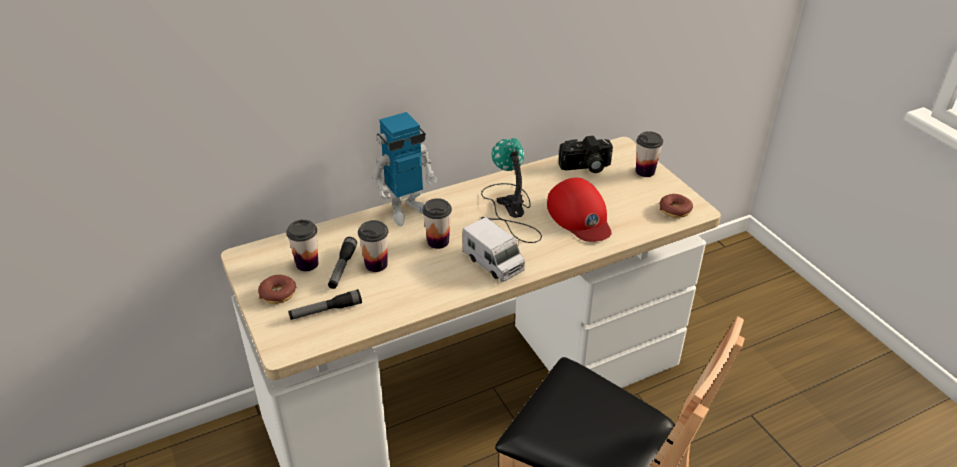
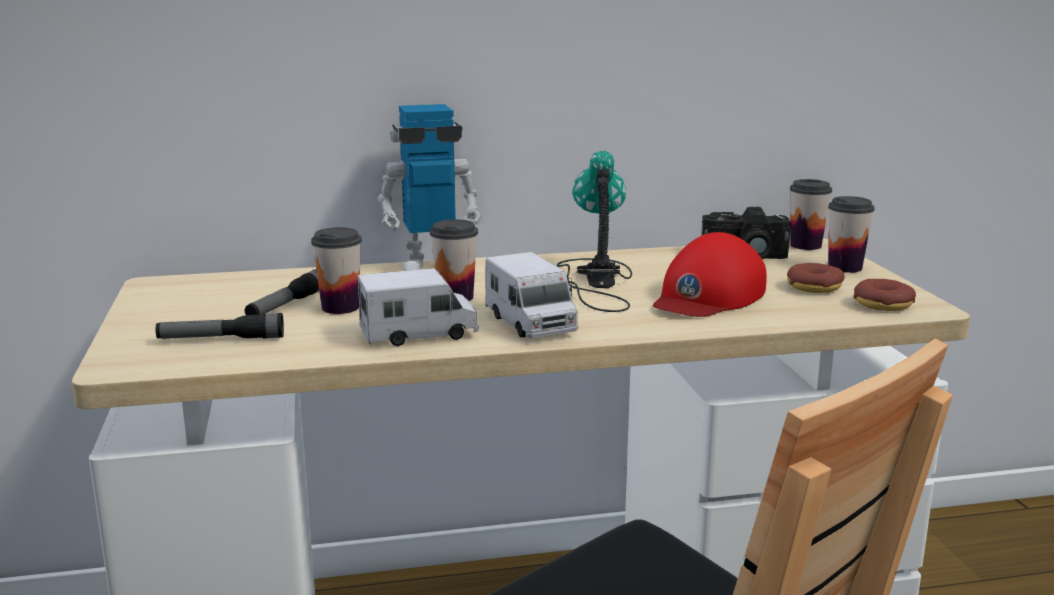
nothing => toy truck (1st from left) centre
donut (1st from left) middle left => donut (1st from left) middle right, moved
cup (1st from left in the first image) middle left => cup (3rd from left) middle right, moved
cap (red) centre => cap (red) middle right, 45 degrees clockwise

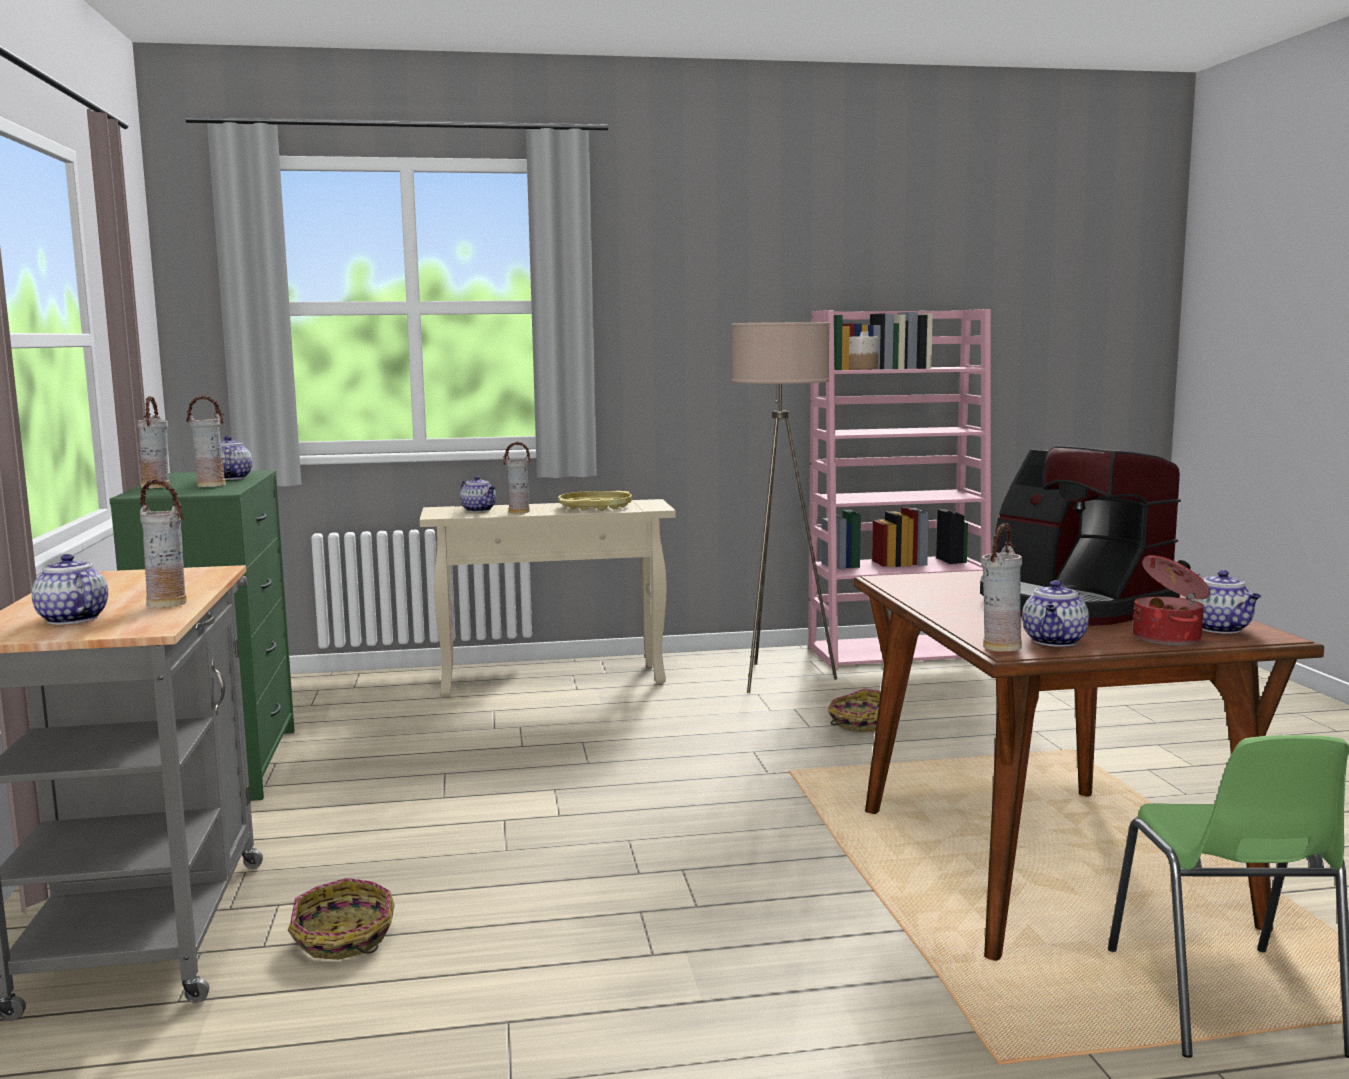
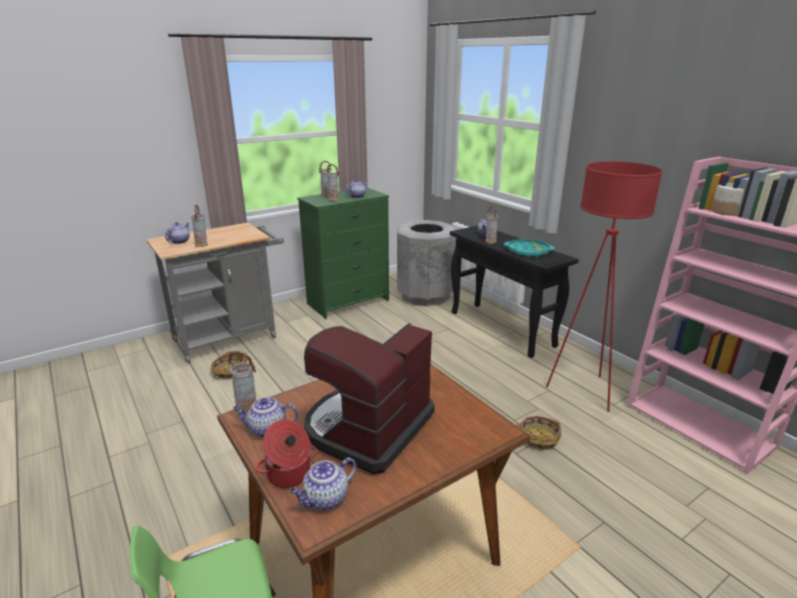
nothing => trash can (grey) centre
console table (beige) centre => console table (black) centre
tray (yellow) centre => tray (turquoise) centre
floor lamp (beige) centre => floor lamp (red) middle right

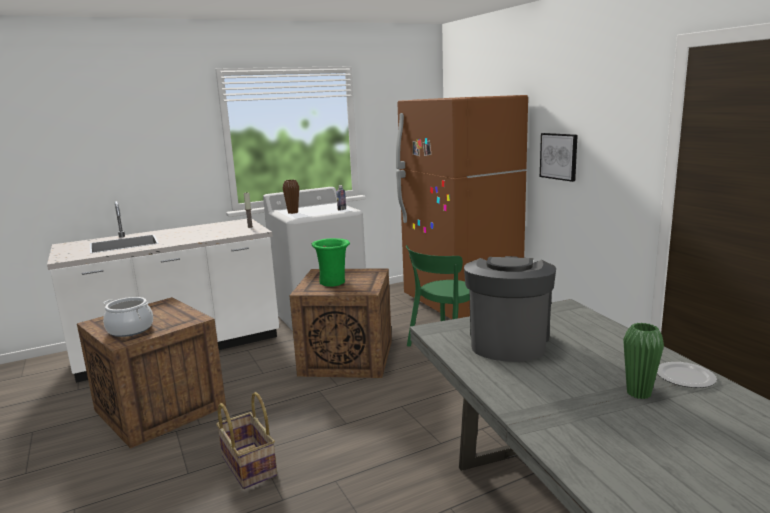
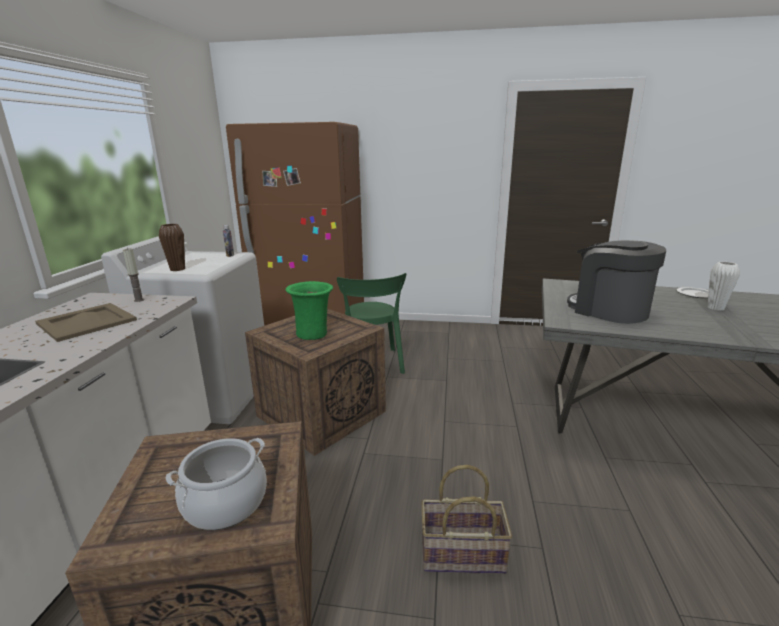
picture top right => nothing
nothing => tray (beige) middle left
vase (green) (2nd from left) bottom right => vase (white) middle right

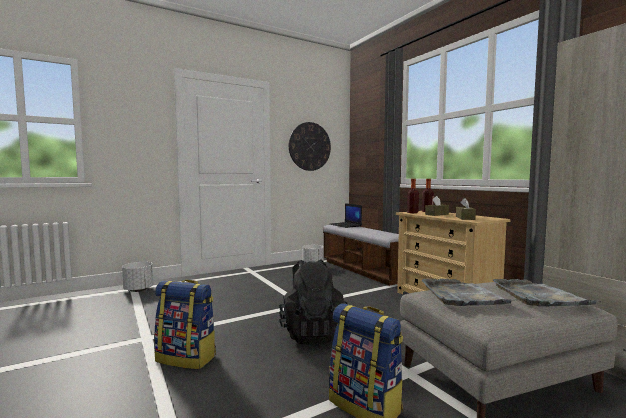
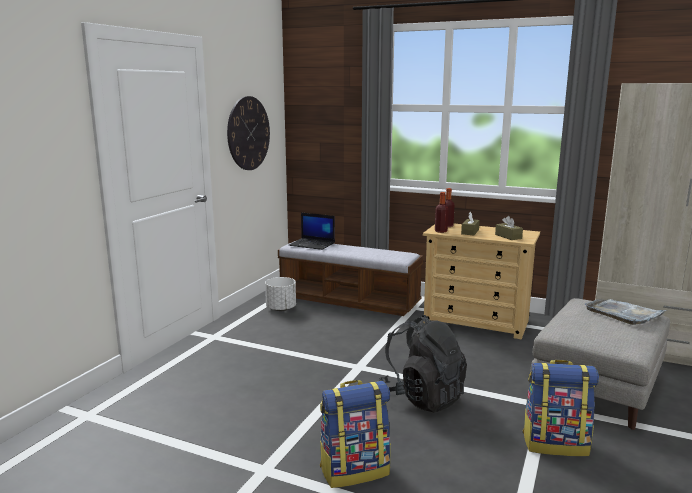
planter (white) (1st from left) middle left => nothing
tray (grey) (1st from left) bottom right => nothing

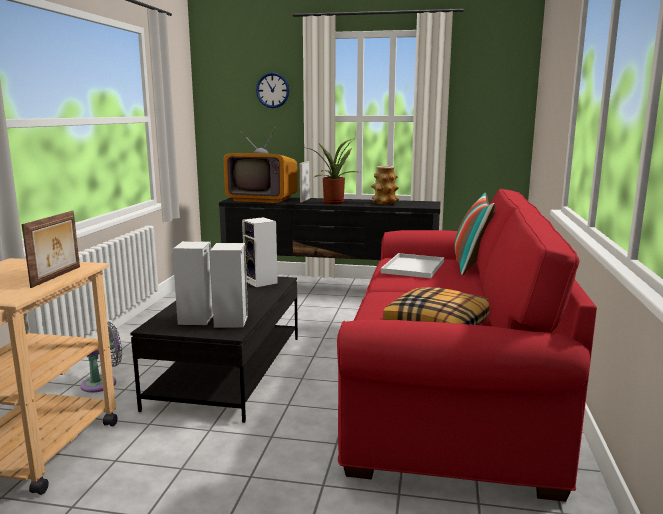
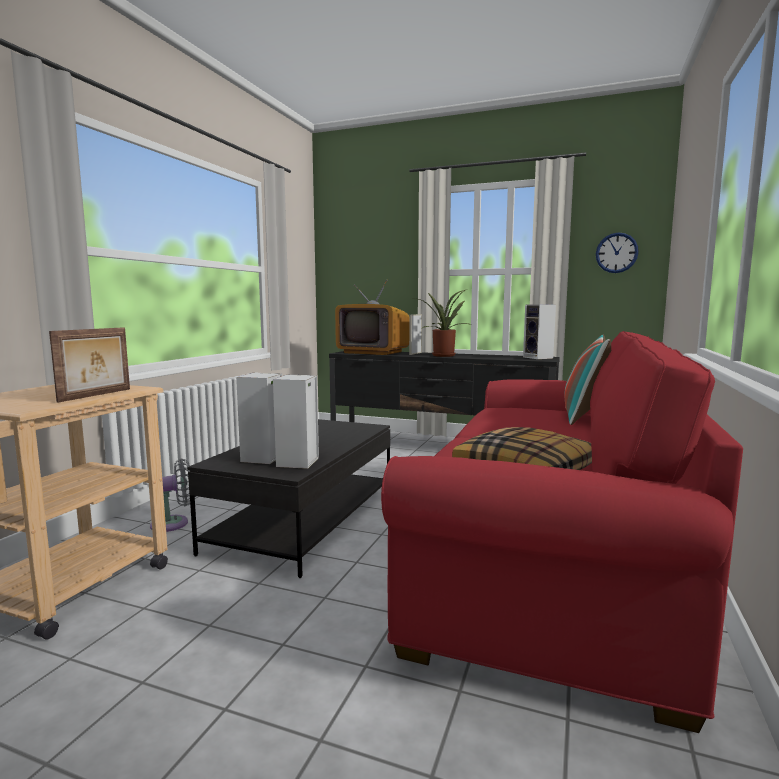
vase centre => nothing
tray (white) centre => nothing
speaker (3rd from left) centre => speaker (3rd from left) middle right, moved
wall clock top centre => wall clock top right, moved

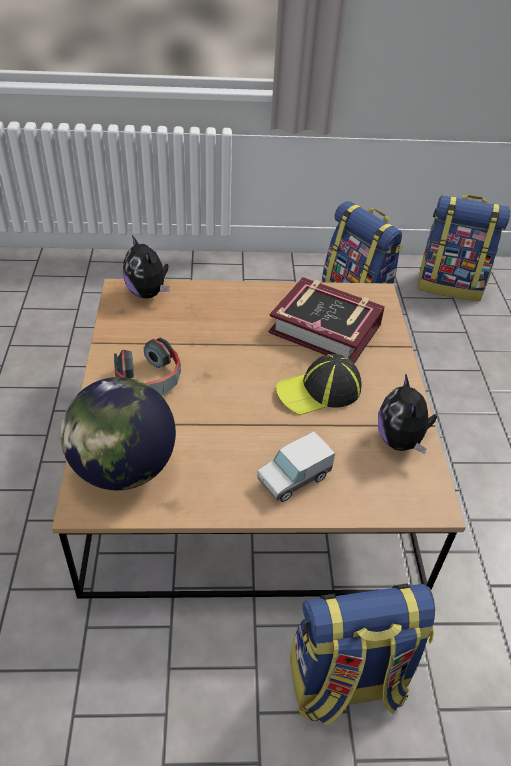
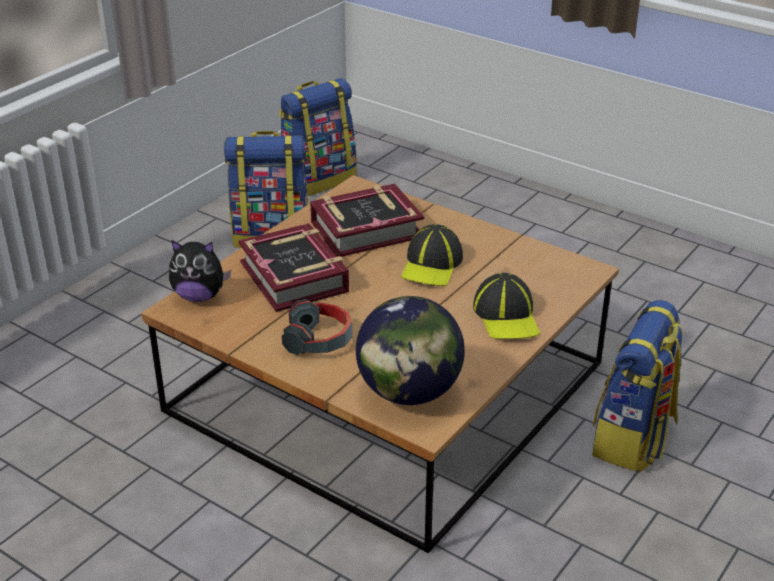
plush toy (2nd from left) middle right => nothing
nothing => book (1st from left) centre
toy truck centre => cap (2nd from left) centre

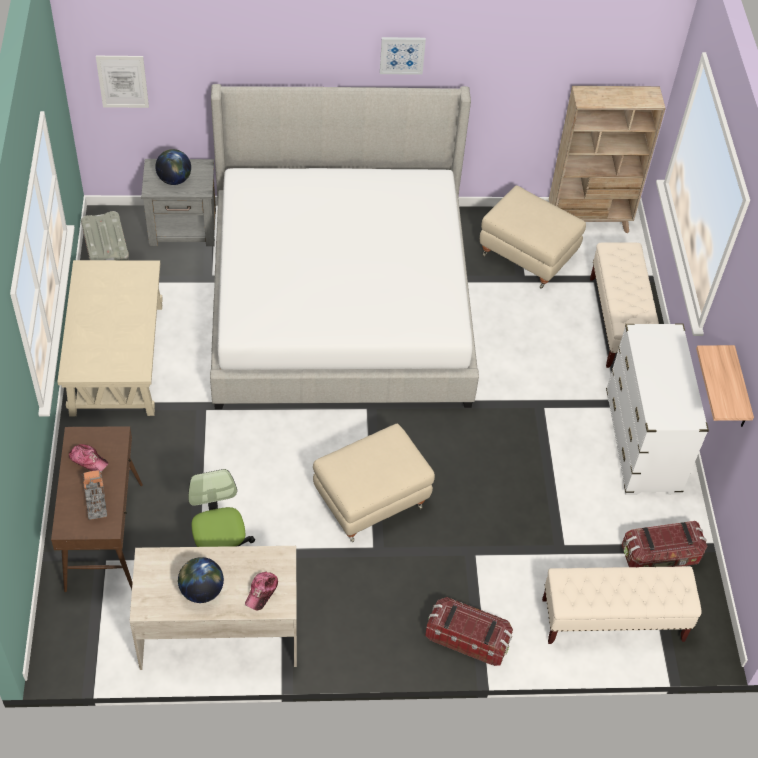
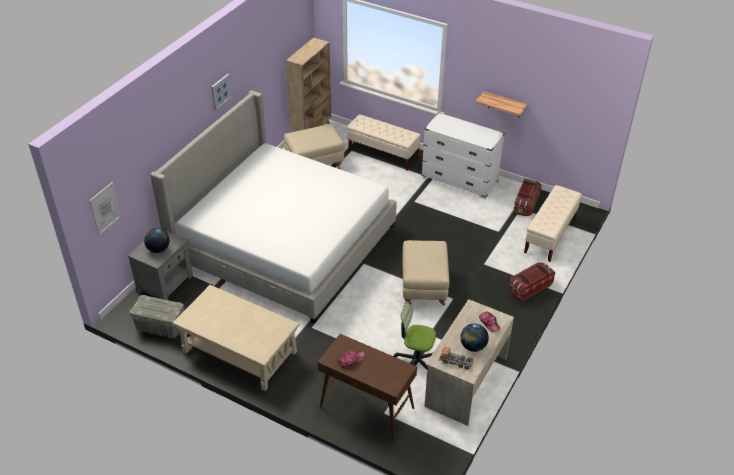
toy truck middle left => toy truck bottom centre, moved

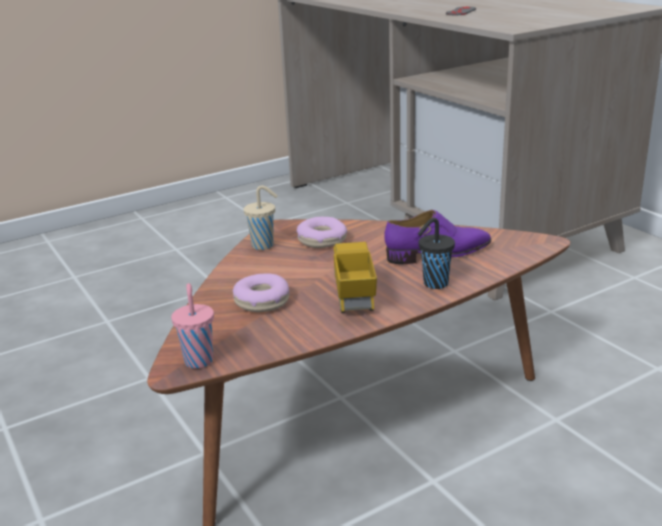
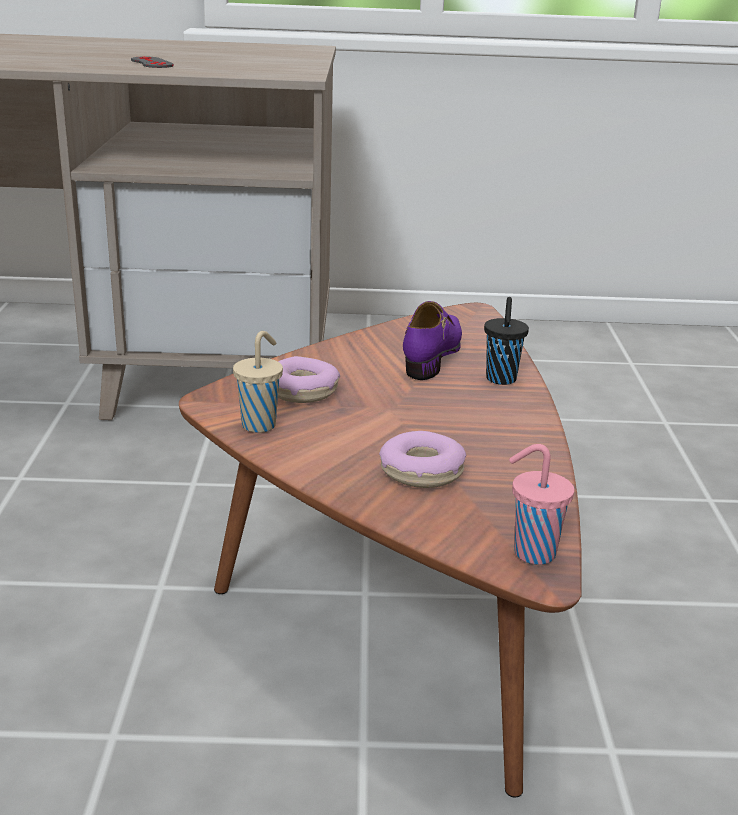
toy truck centre => nothing

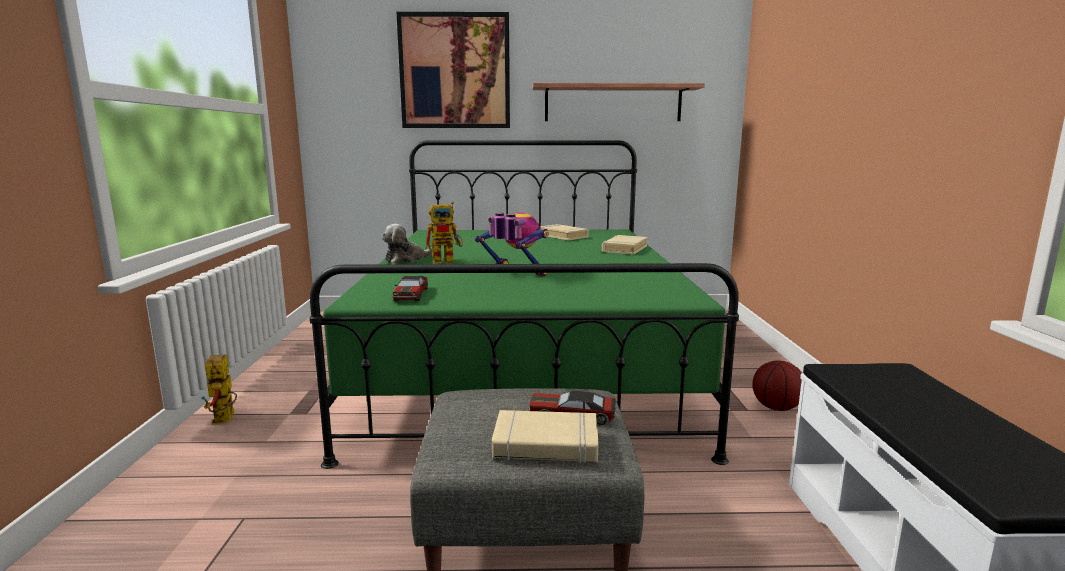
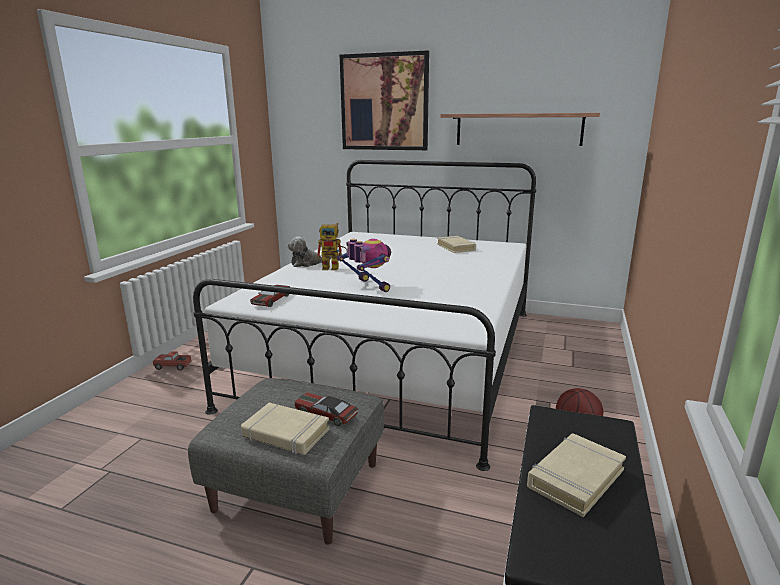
book (beige) (3rd from left) centre => book (beige) (3rd from left) bottom right, moved
toy robot (1st from left) bottom left => toy truck middle left
bed (green) centre => bed (white) centre

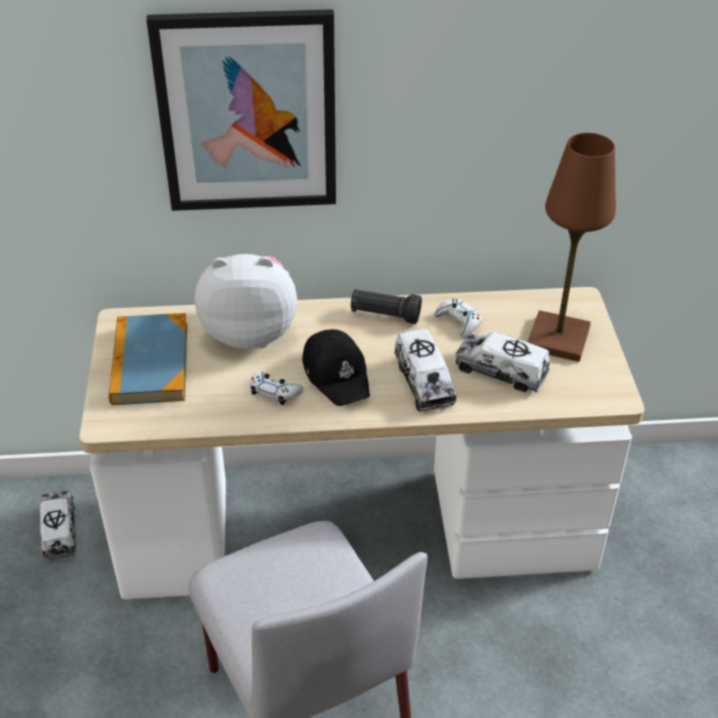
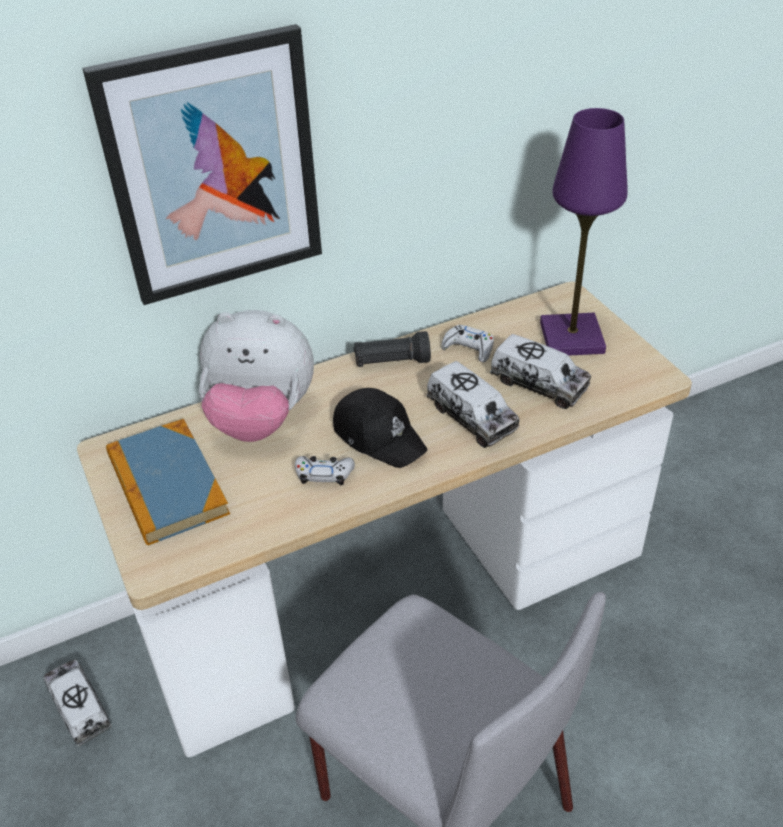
table lamp (brown) middle right => table lamp (purple) top right
plush toy centre => plush toy middle left, 150 degrees counterclockwise
toy truck (3rd from left) middle right, 150 degrees counterclockwise

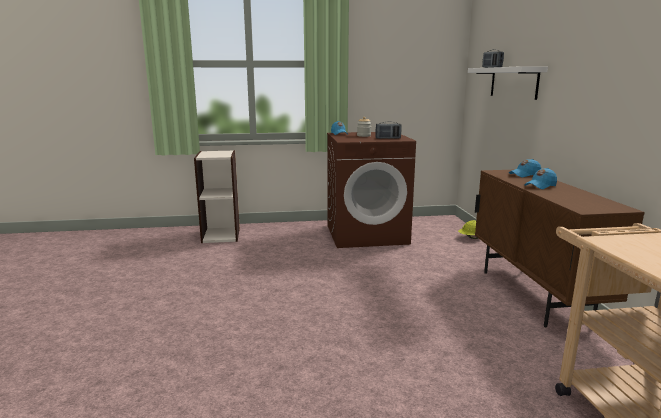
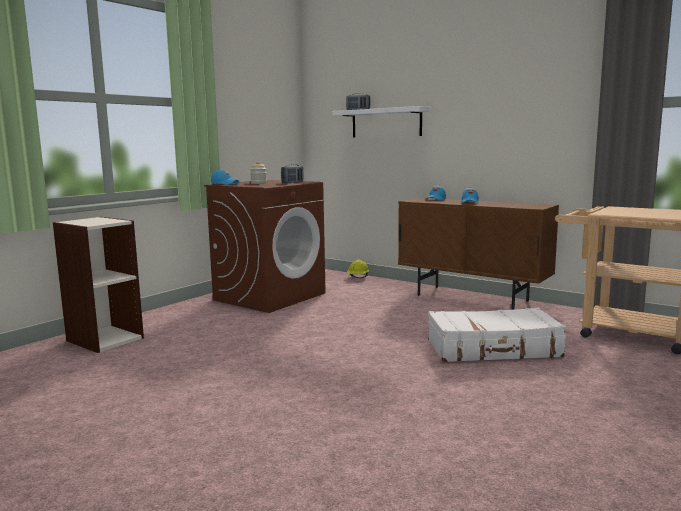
nothing => suitcase (white) middle right

